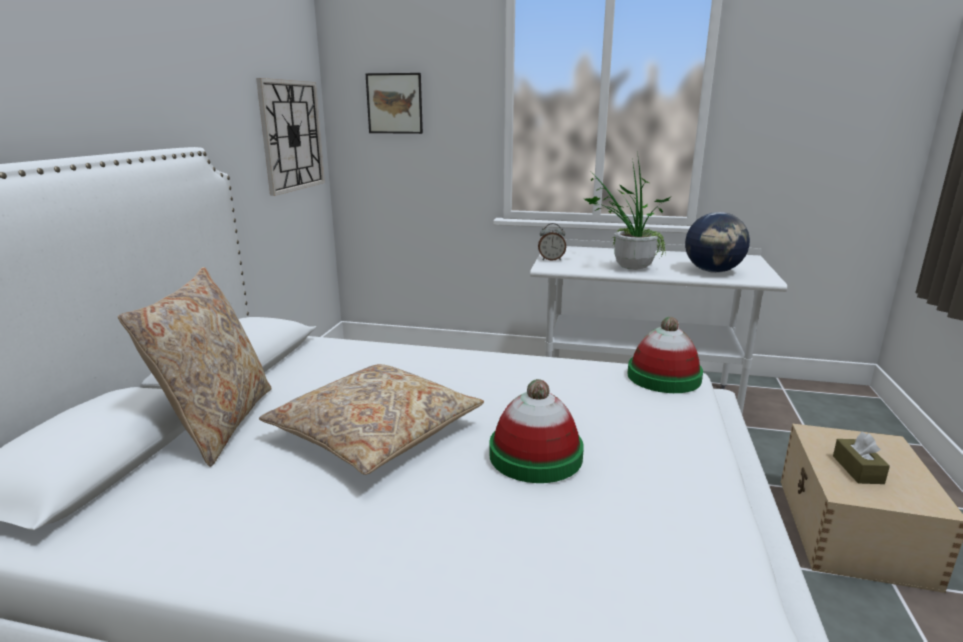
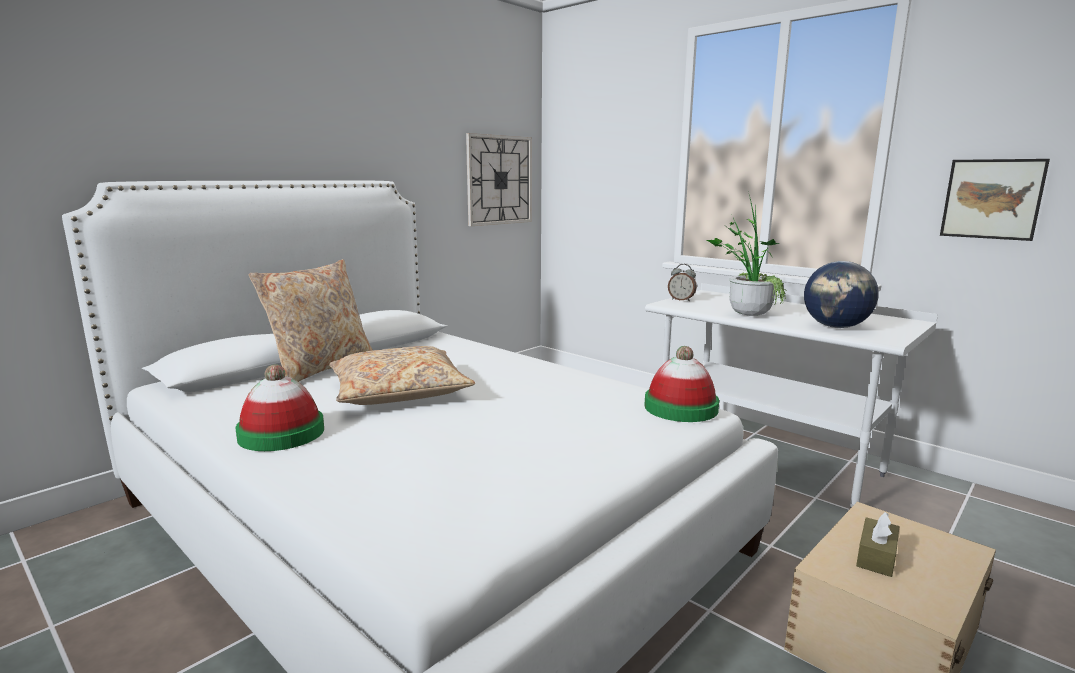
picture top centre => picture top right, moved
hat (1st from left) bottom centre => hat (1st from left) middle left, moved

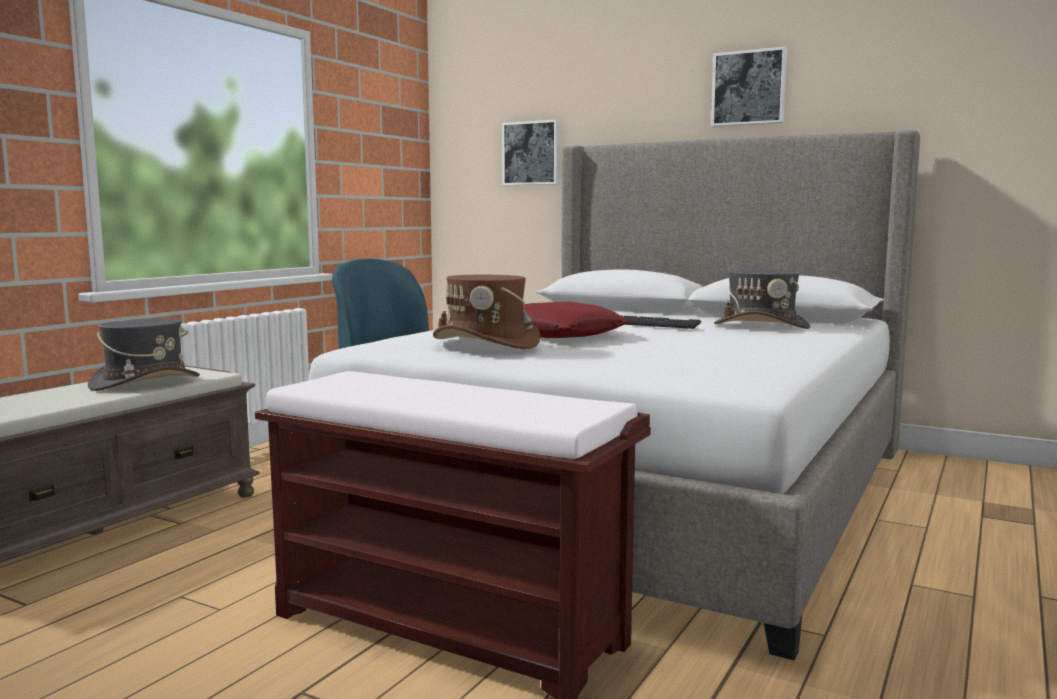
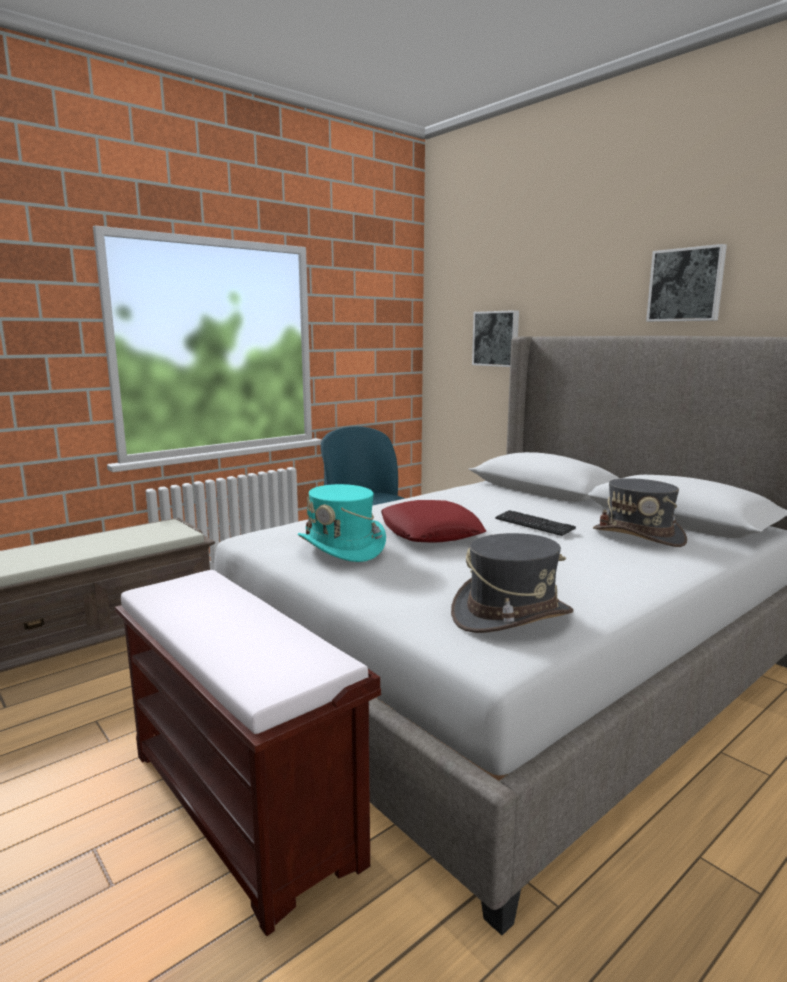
hat (grey) (1st from left) middle left => hat (grey) (1st from left) centre, moved
hat (brown) centre => hat (turquoise) centre

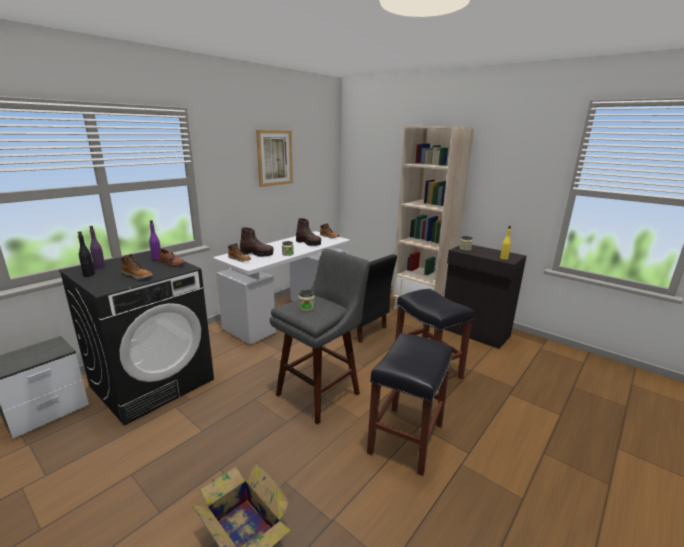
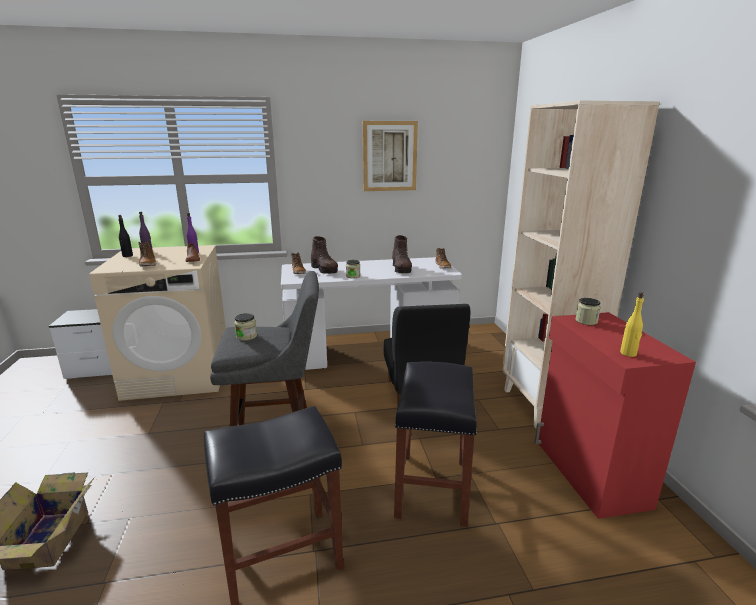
washing machine (black) middle left => washing machine (beige) middle left
cabinet (black) middle right => cabinet (red) bottom right

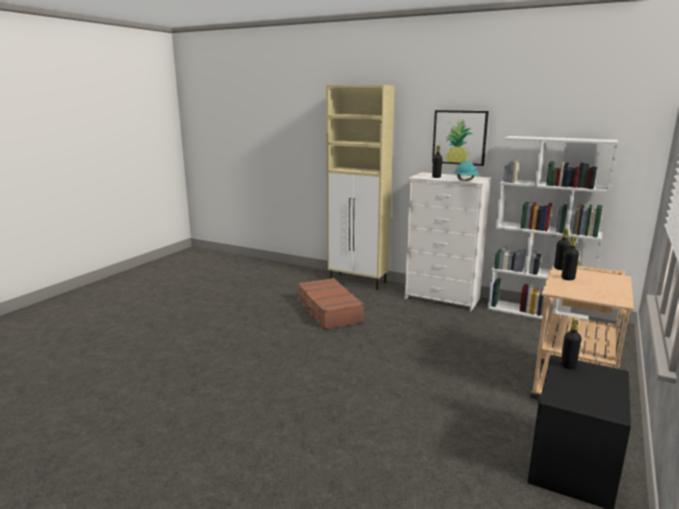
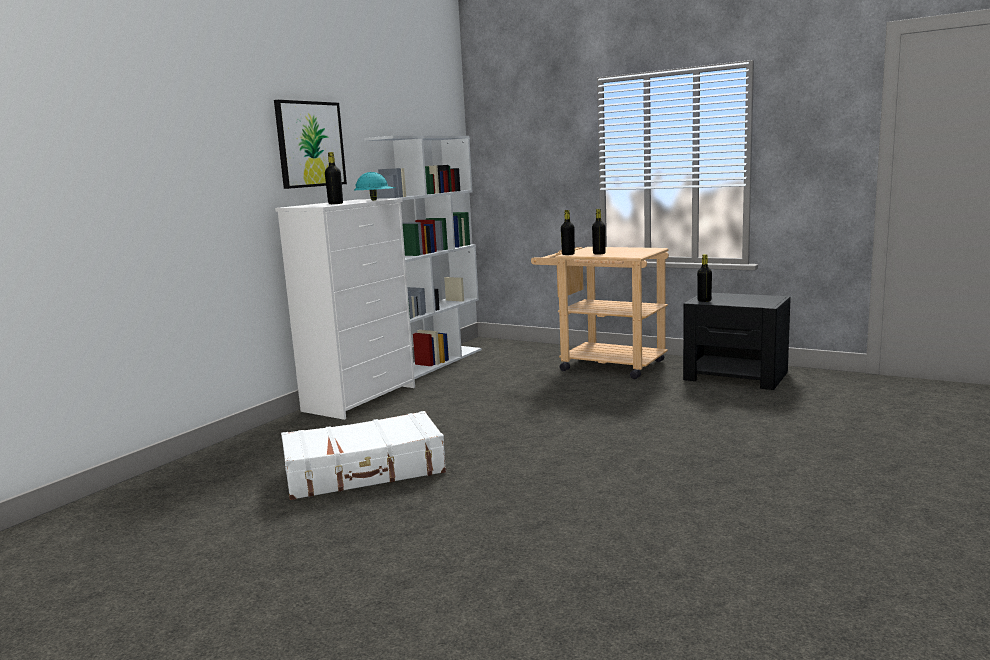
cabinet (beige) centre => nothing
suitcase (brown) centre => suitcase (white) bottom centre

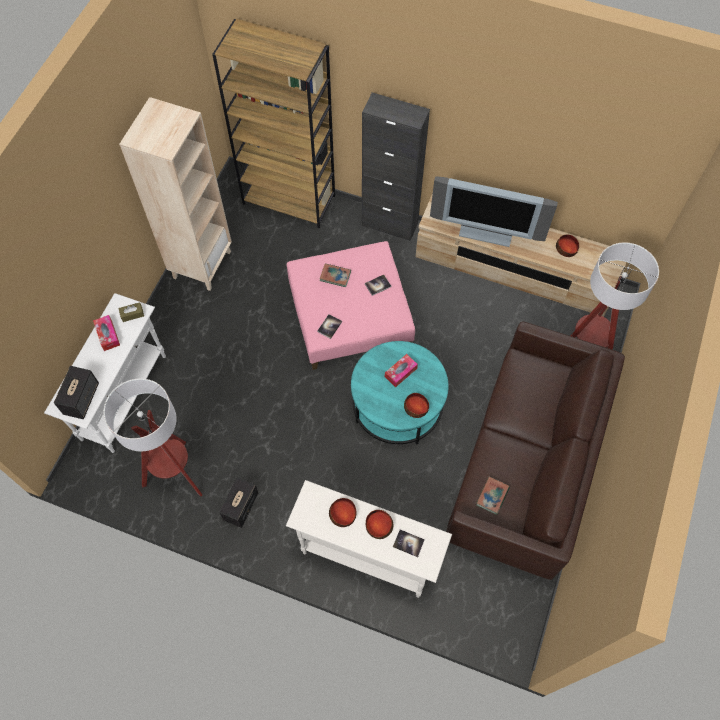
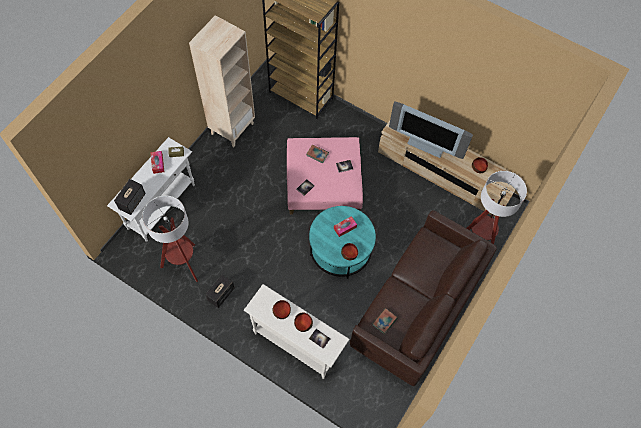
cabinet (black) top centre => nothing

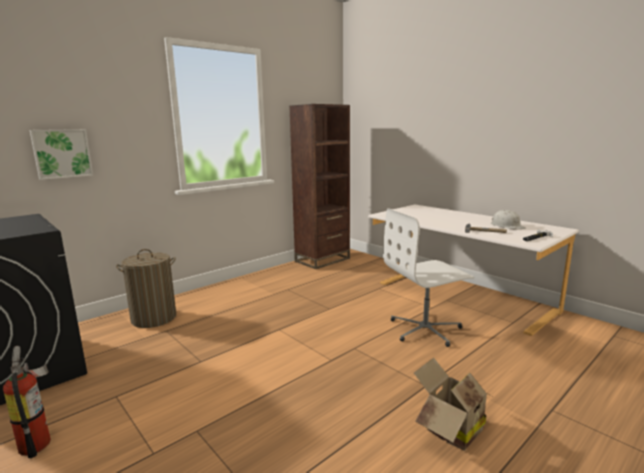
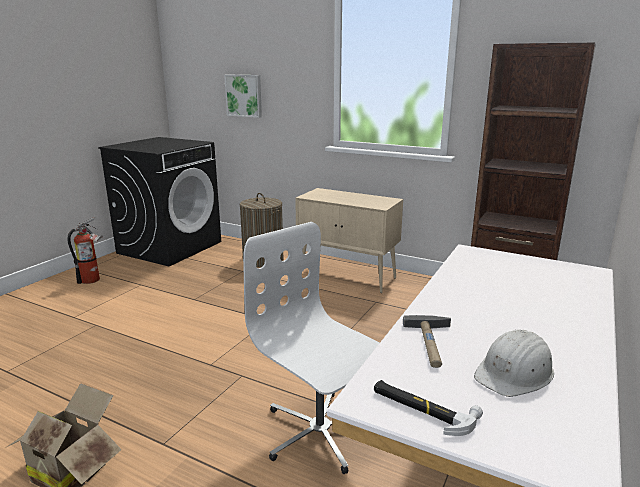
nothing => cabinet (beige) centre

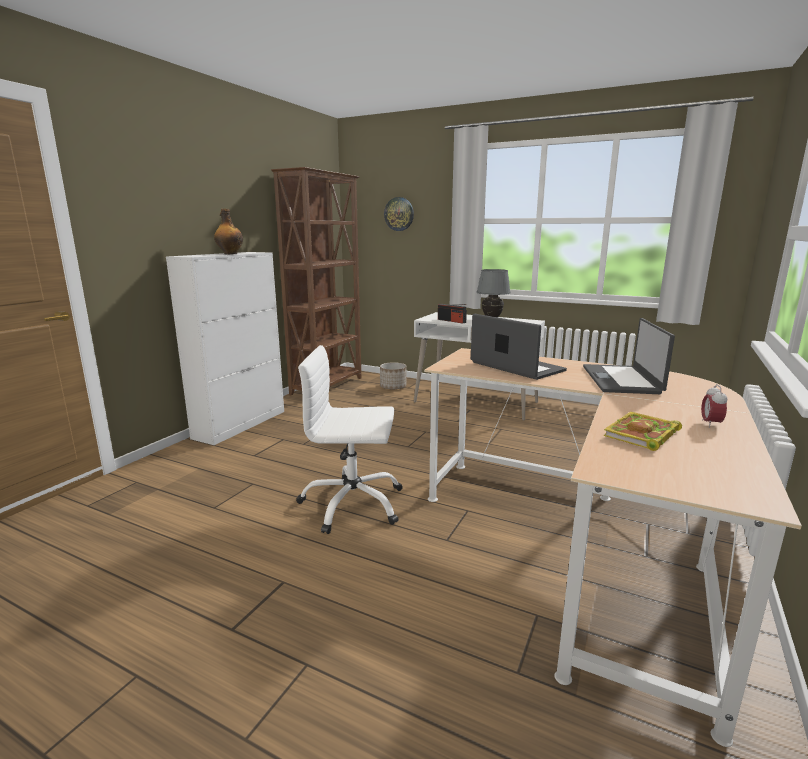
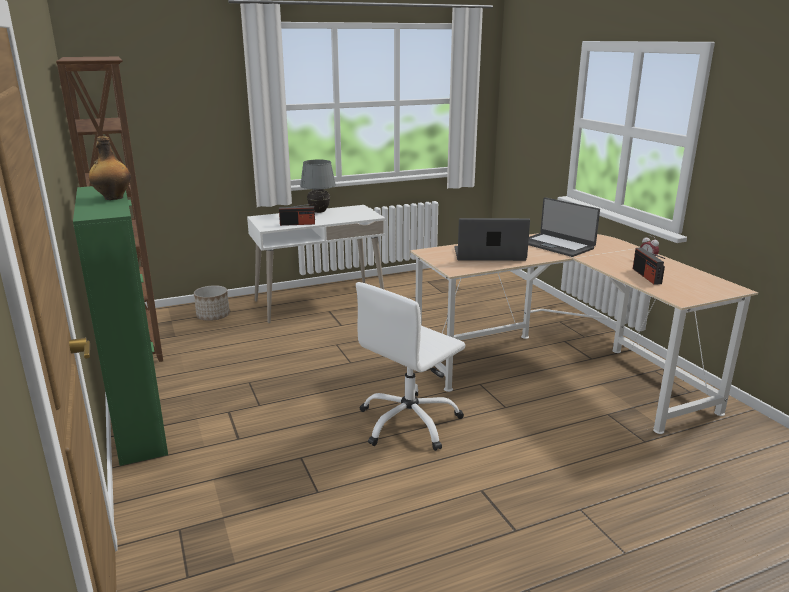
wall clock top centre => nothing
book middle right => radio (2nd from left) middle right
cabinet (white) middle left => cabinet (green) middle left

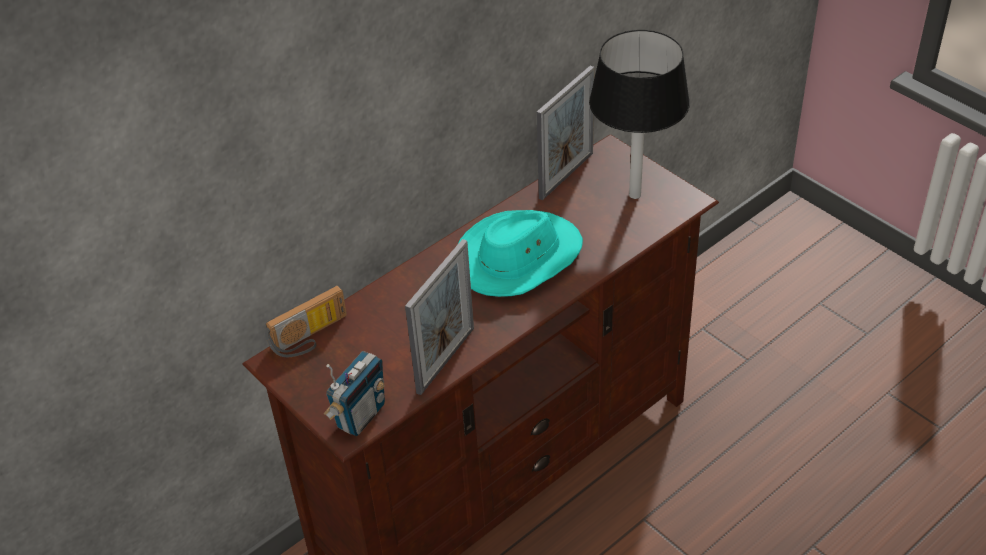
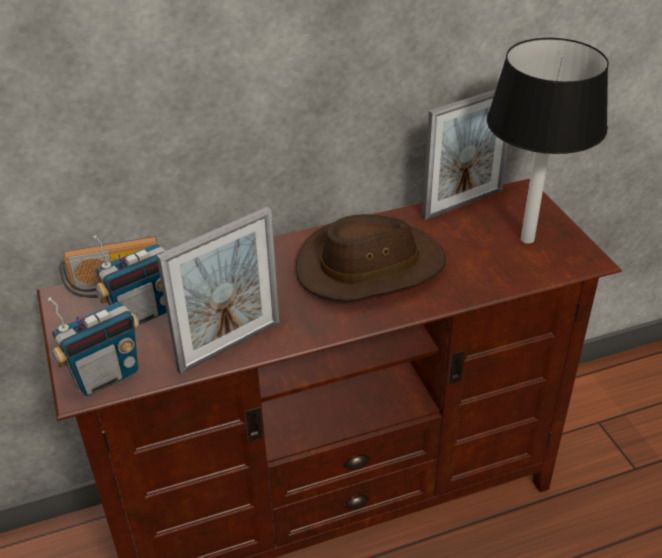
nothing => radio (3rd from left) middle left
hat (turquoise) centre => hat (brown) centre

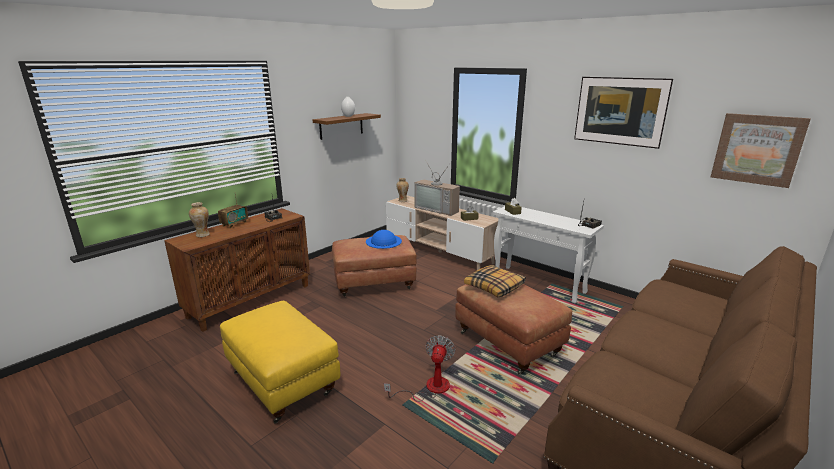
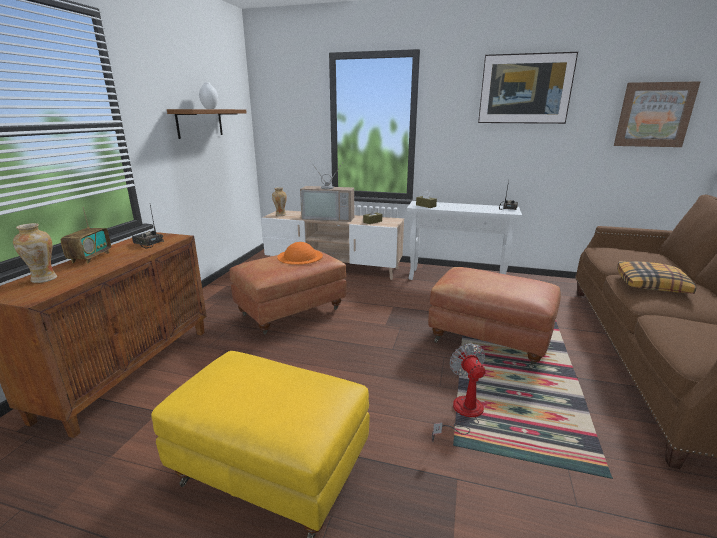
pillow centre => pillow middle right, moved
hat (blue) centre => hat (orange) centre

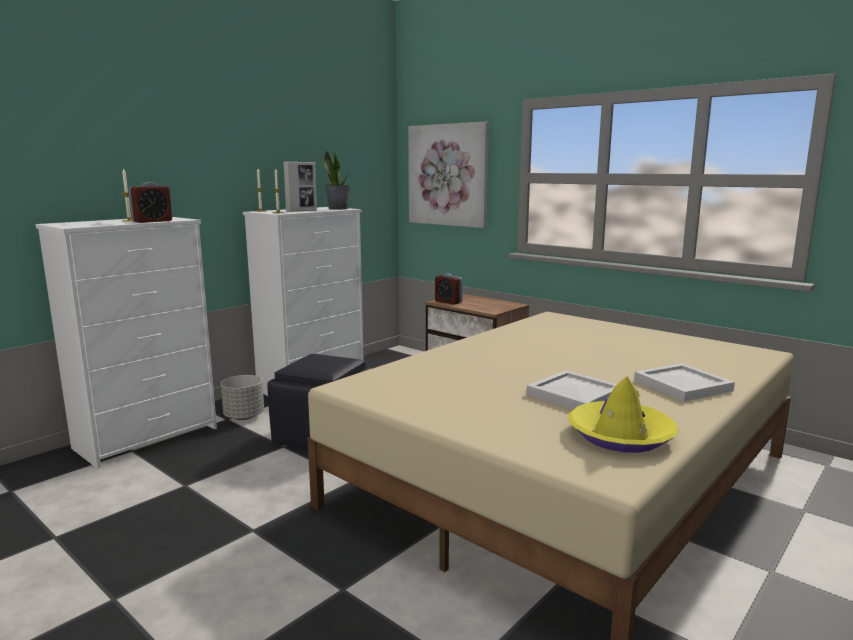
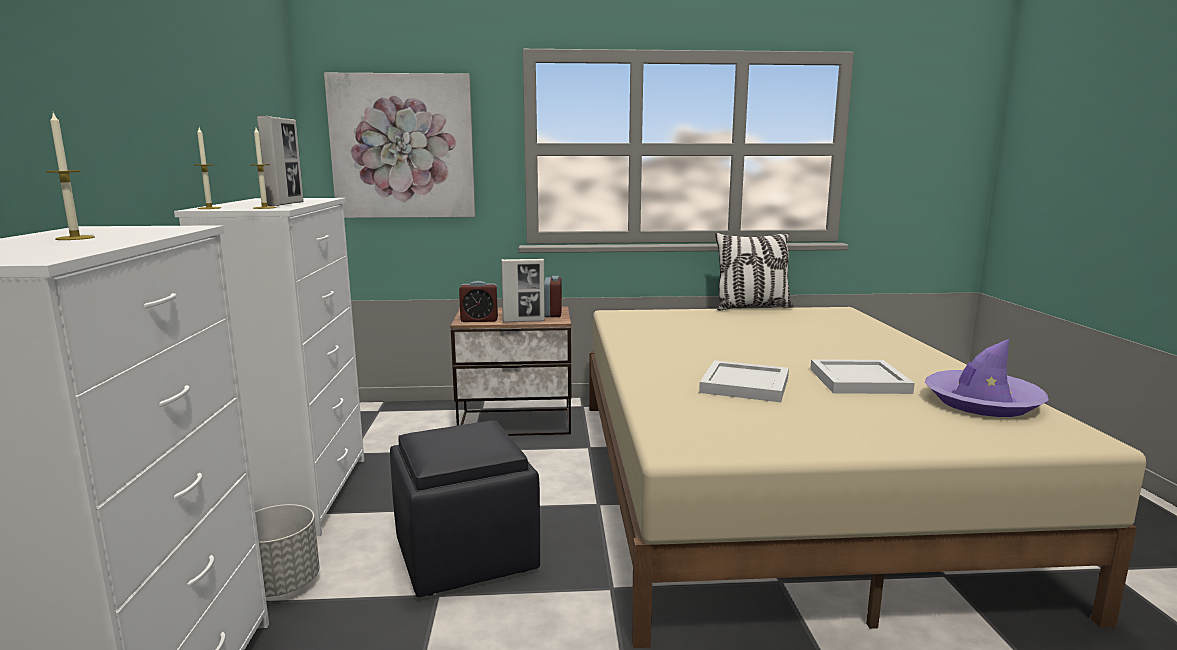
potted plant top centre => nothing
nothing => picture frame (2nd from left) centre
nothing => pillow centre
alarm clock (1st from left in the first image) top left => alarm clock (2nd from left) centre, moved
tray (white) (2nd from left in the first image) middle right => tray (white) (1st from left) centre, moved
hat (yellow) middle right => hat (purple) middle right

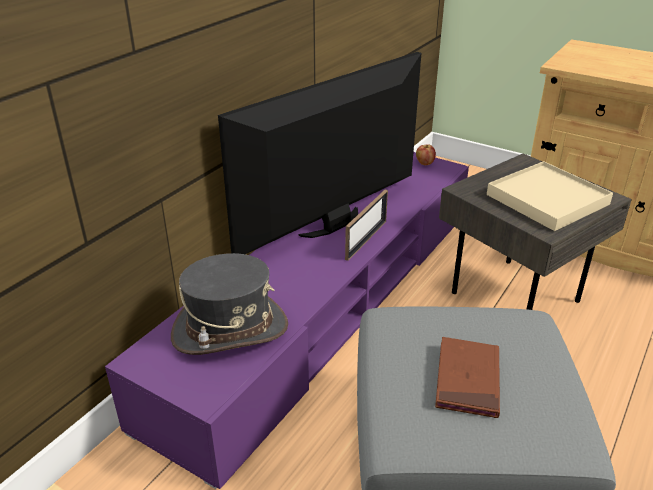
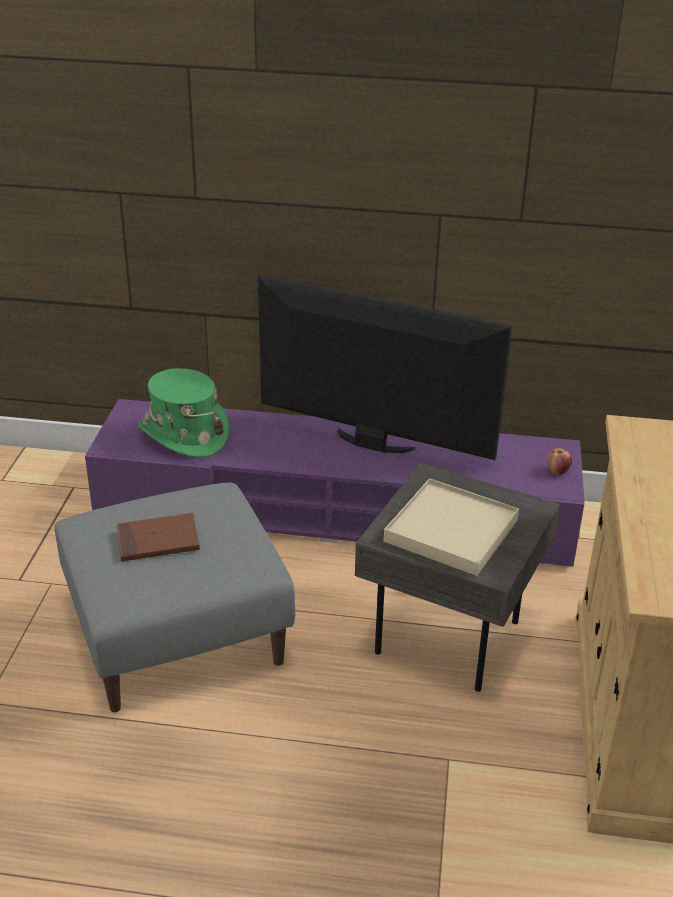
picture frame centre => nothing
hat (grey) centre => hat (green) middle left

